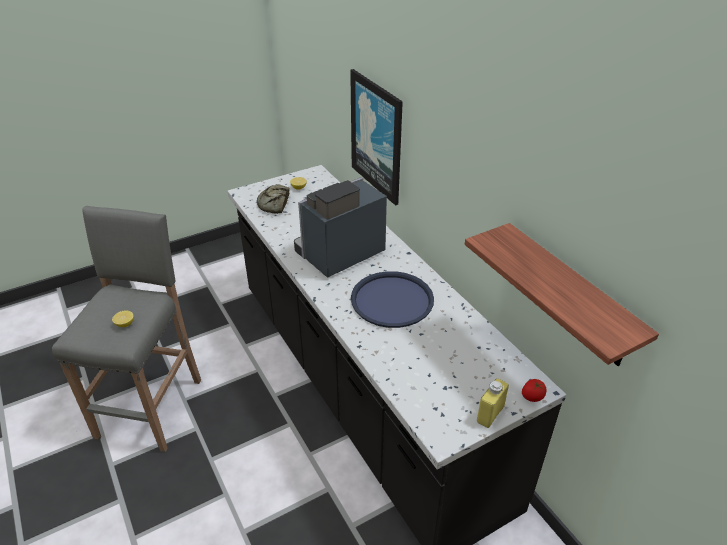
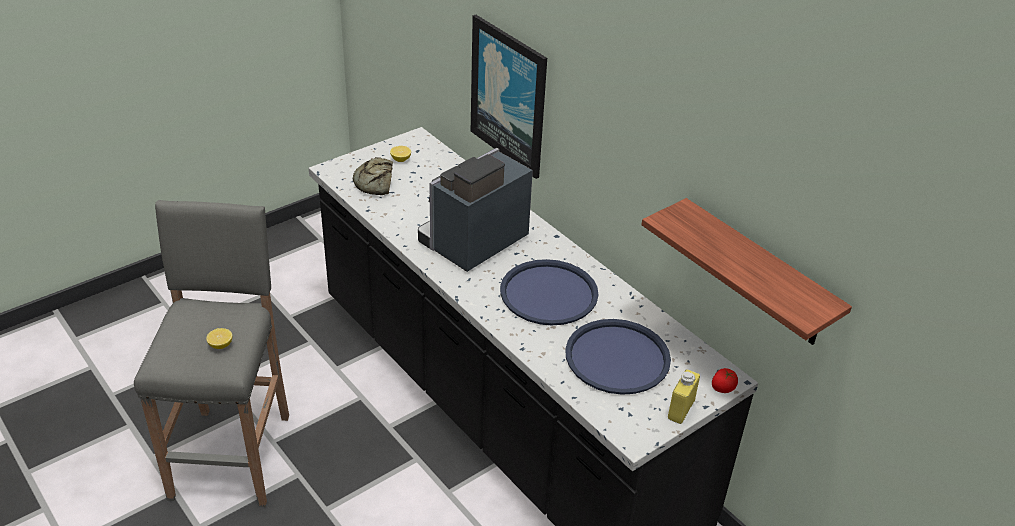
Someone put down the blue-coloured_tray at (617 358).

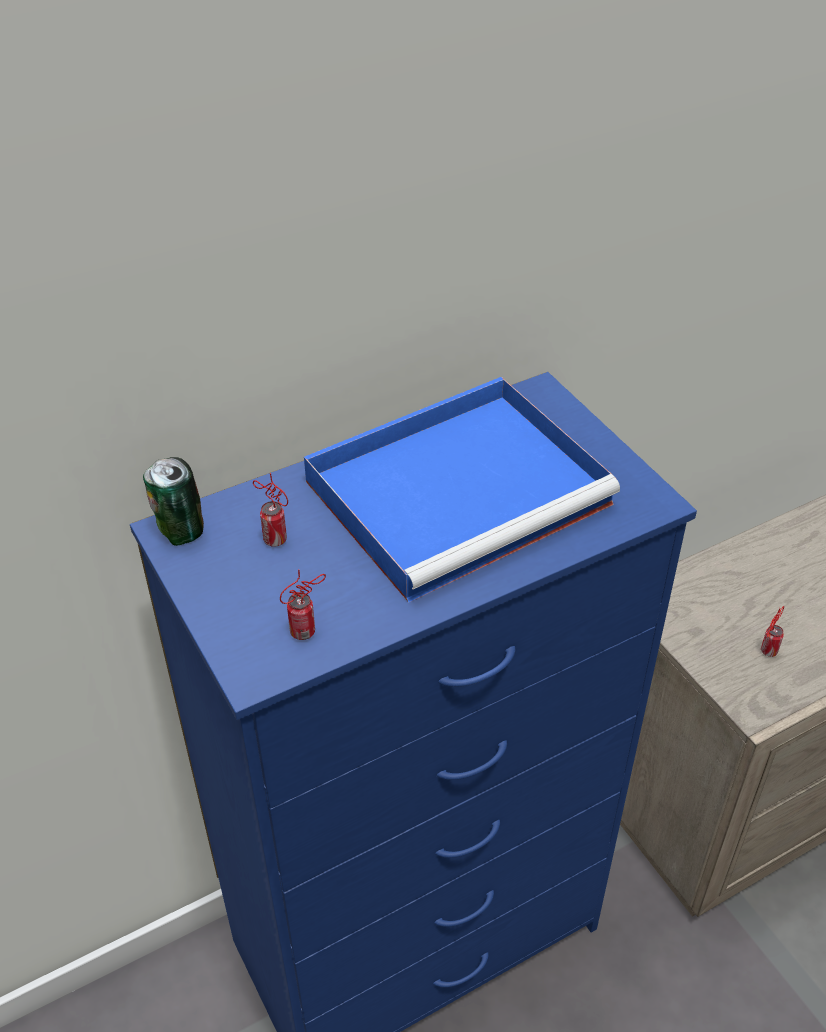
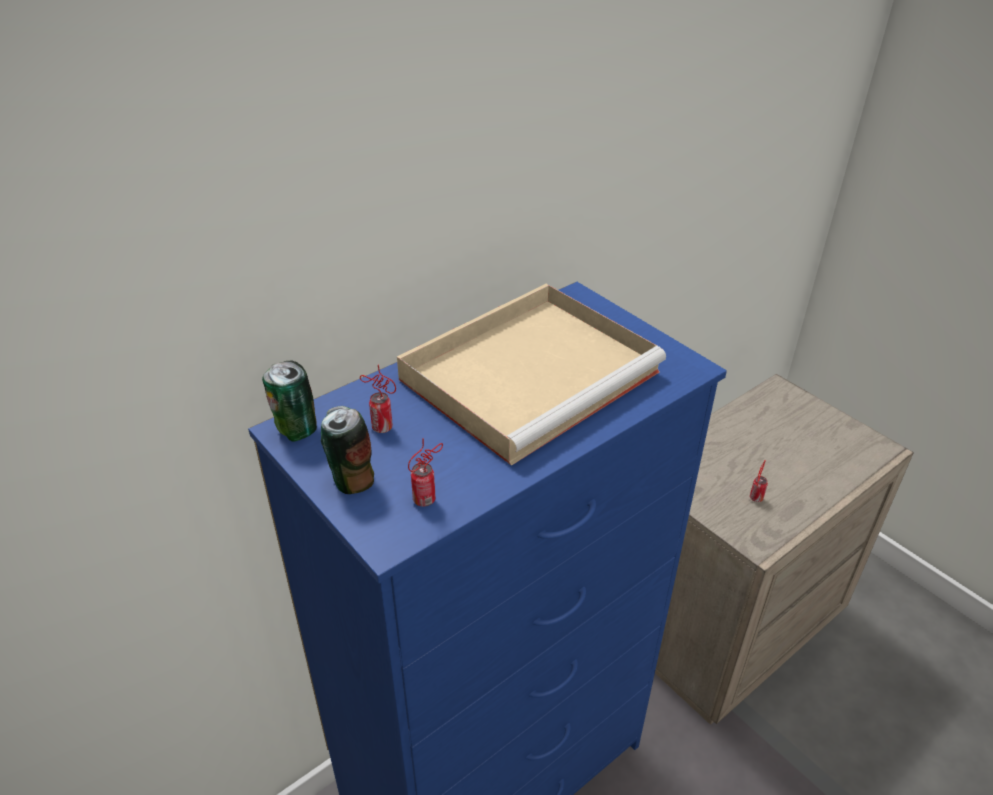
Someone put down the sealed_can at (351 480).
Someone repainted the blue-coloured_tray at (462 489), which became the beige-coloured_tray at (532 373).

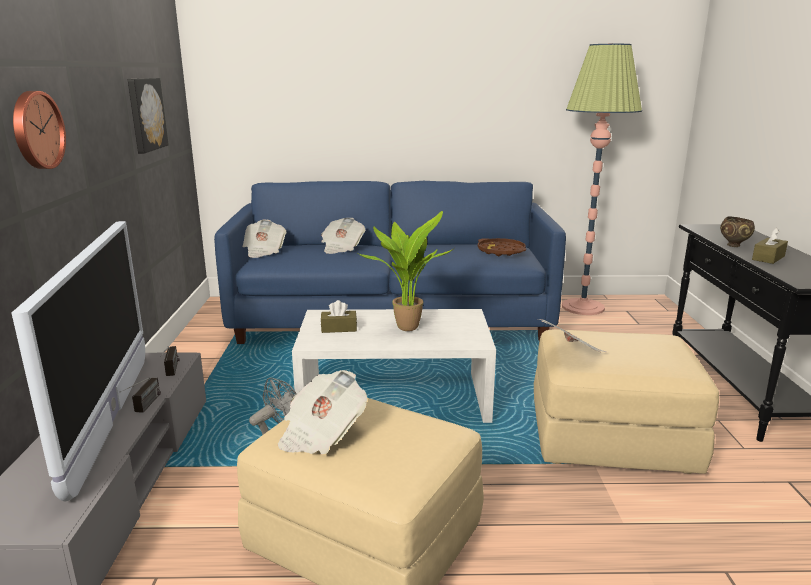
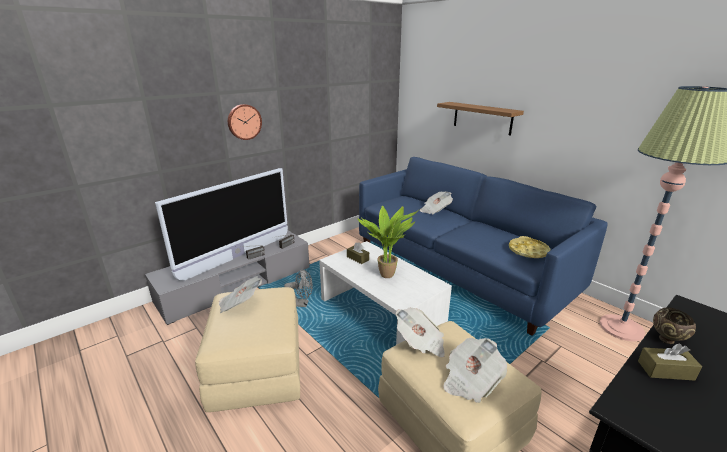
Someone put up the shelf at (482 118).
Someone carried the daily_paper from (263 251) to (470 381).
Someone repainted the brownish_tray at (501 251), which became the yellowish_tray at (528 251).
Someone took away the wall_art at (145 114).

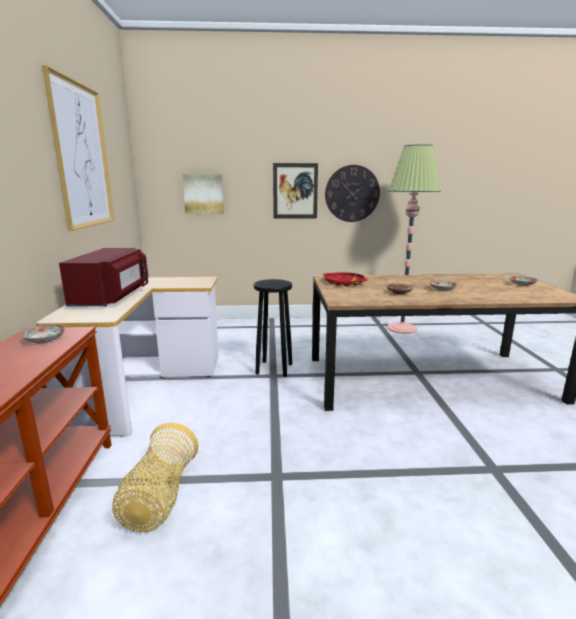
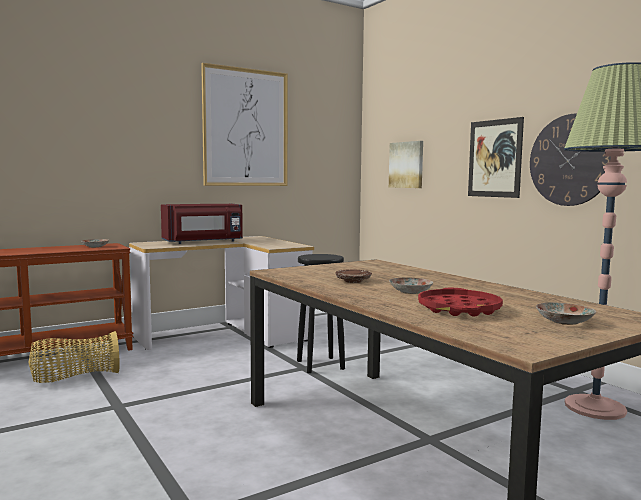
Someone carried the red_tray from (344 282) to (459 309).

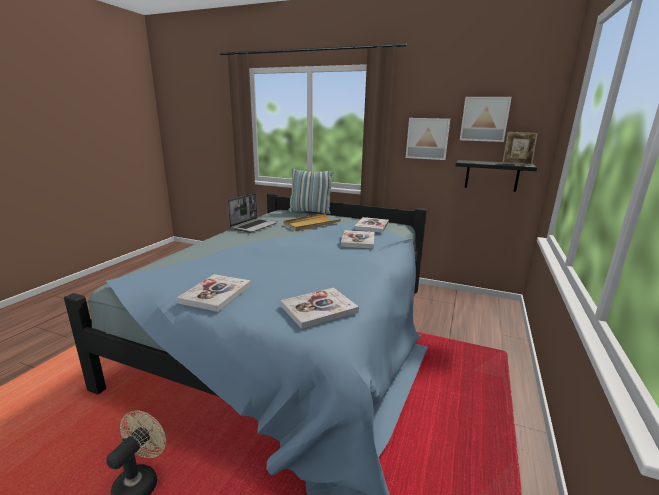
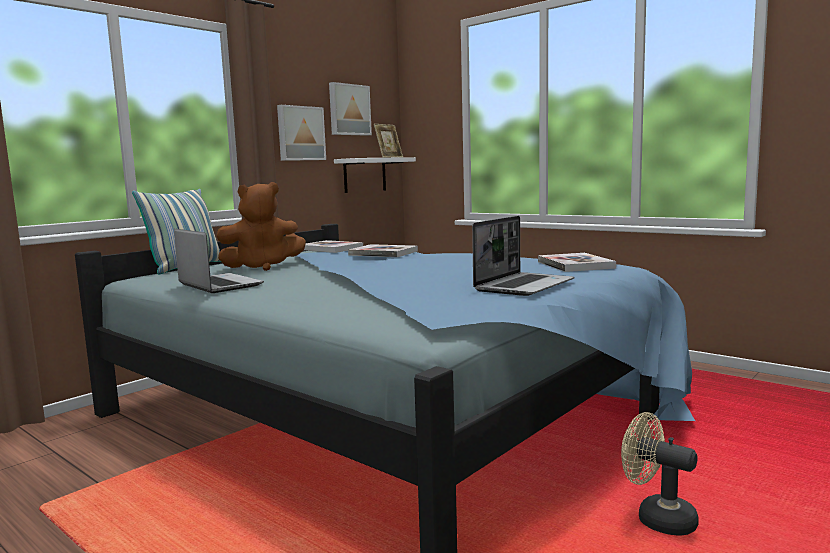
Someone swapped the beige-coloured_tray at (311 224) for the brownish_soft_toy at (263 267).
Someone repainted the blackish_shelf at (491 175), which became the white_shelf at (364 175).
Someone swapped the volume at (216 294) for the notebook_computer at (524 286).

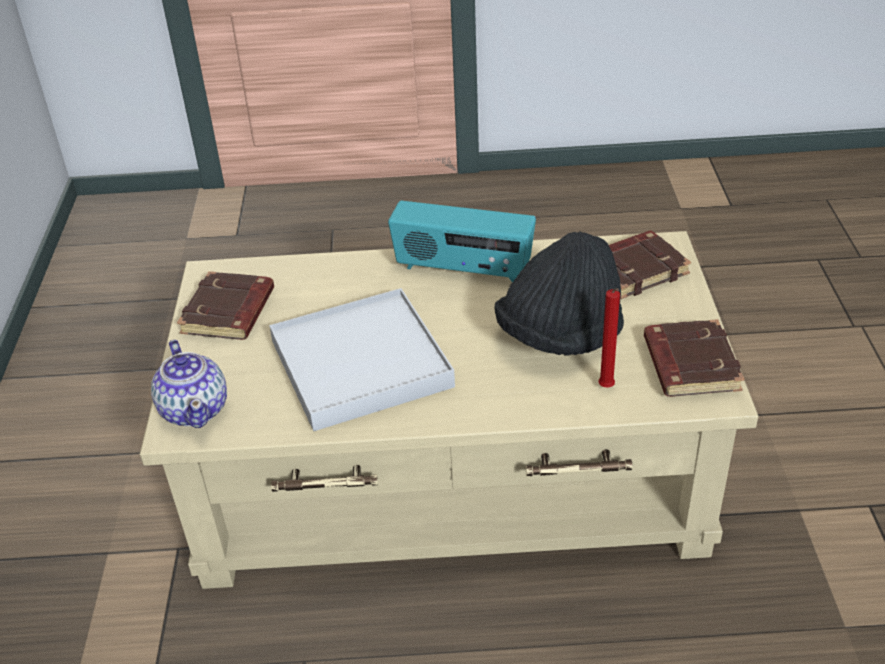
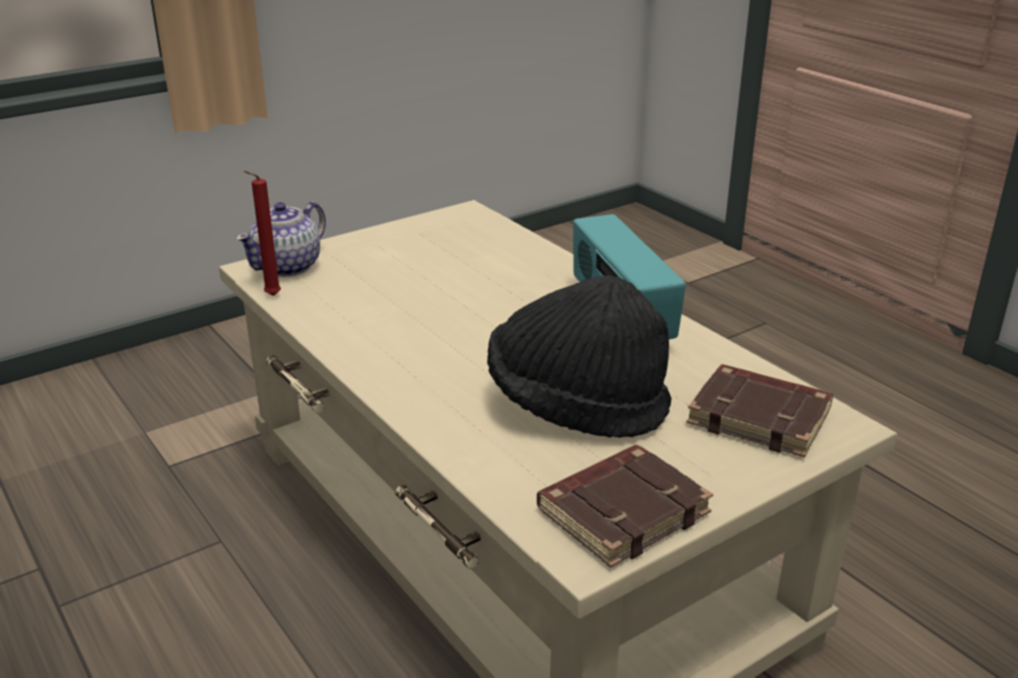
Someone carried the red_wax_light from (606 389) to (270 296).
Someone took away the brownish_volume at (229 313).
Someone took away the white_tray at (360 364).

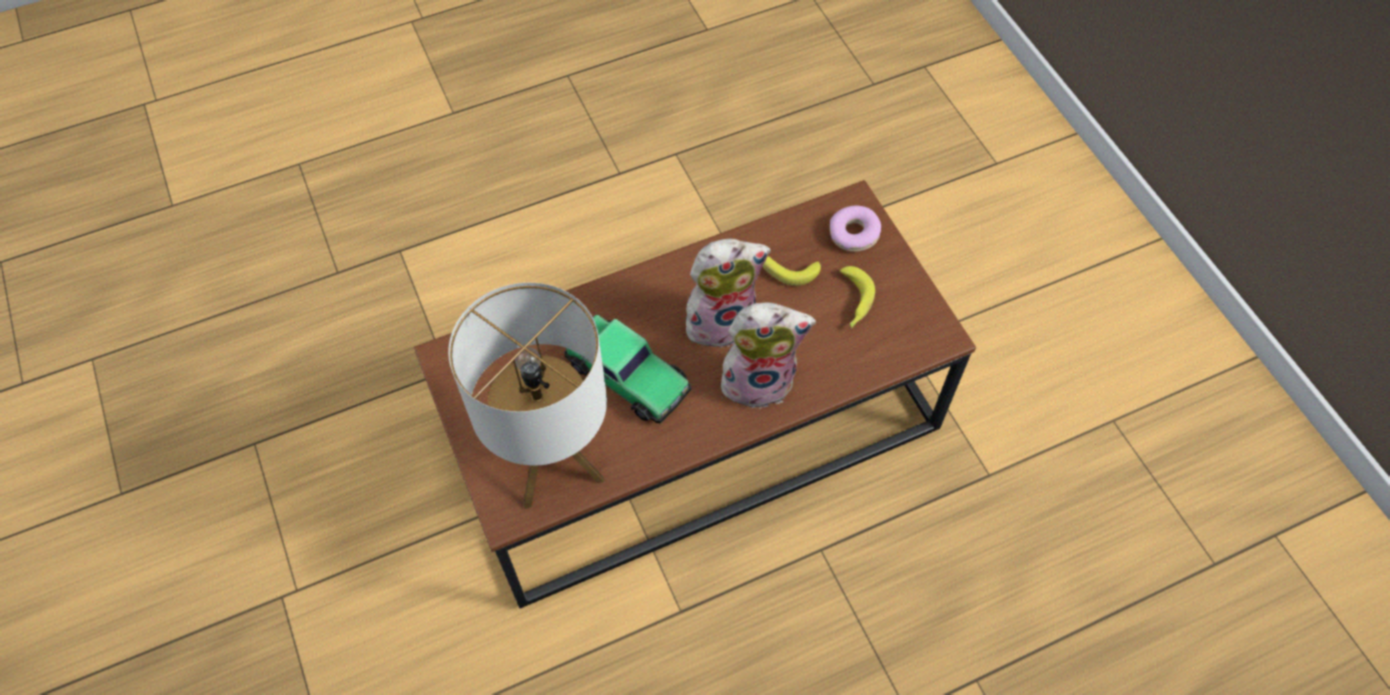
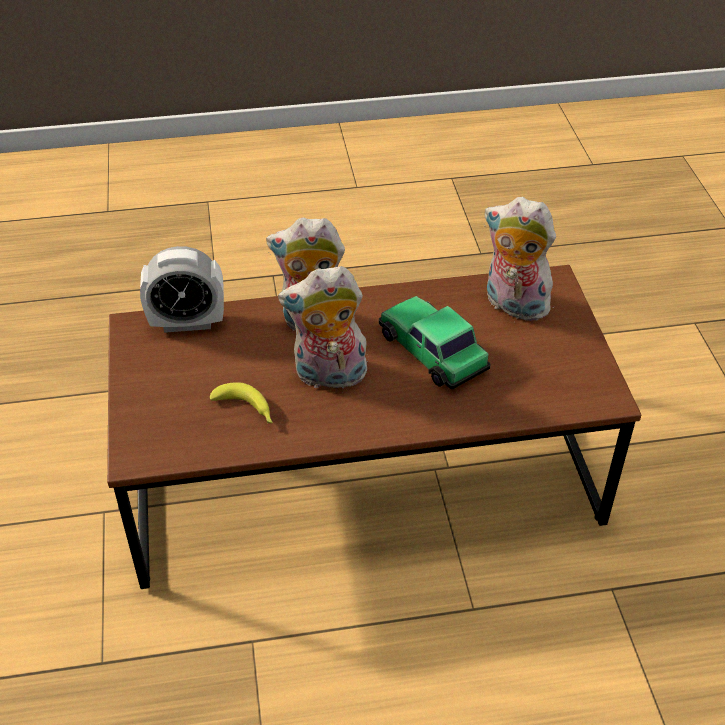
Someone put down the alarm_clock at (187 322).
Someone swapped the table_lamp at (552 459) for the soft_toy at (512 306).
Someone took away the doughnut at (853 234).
Someone took away the banana at (853 302).

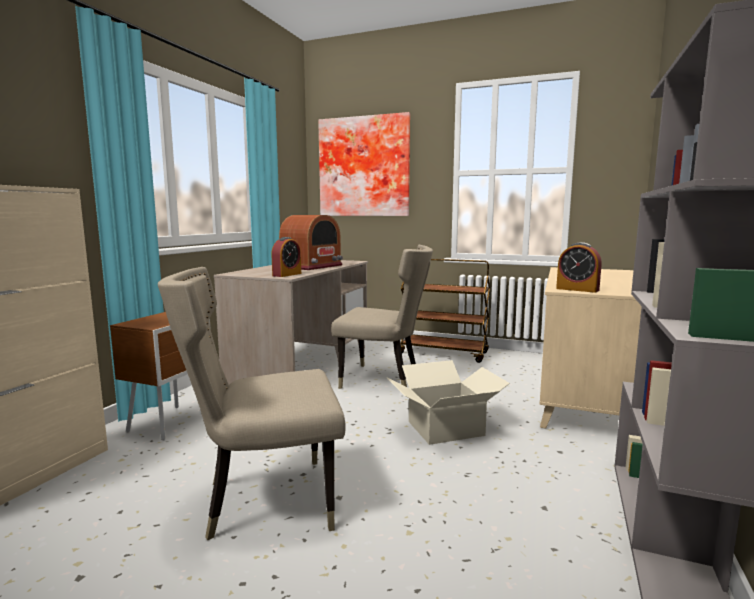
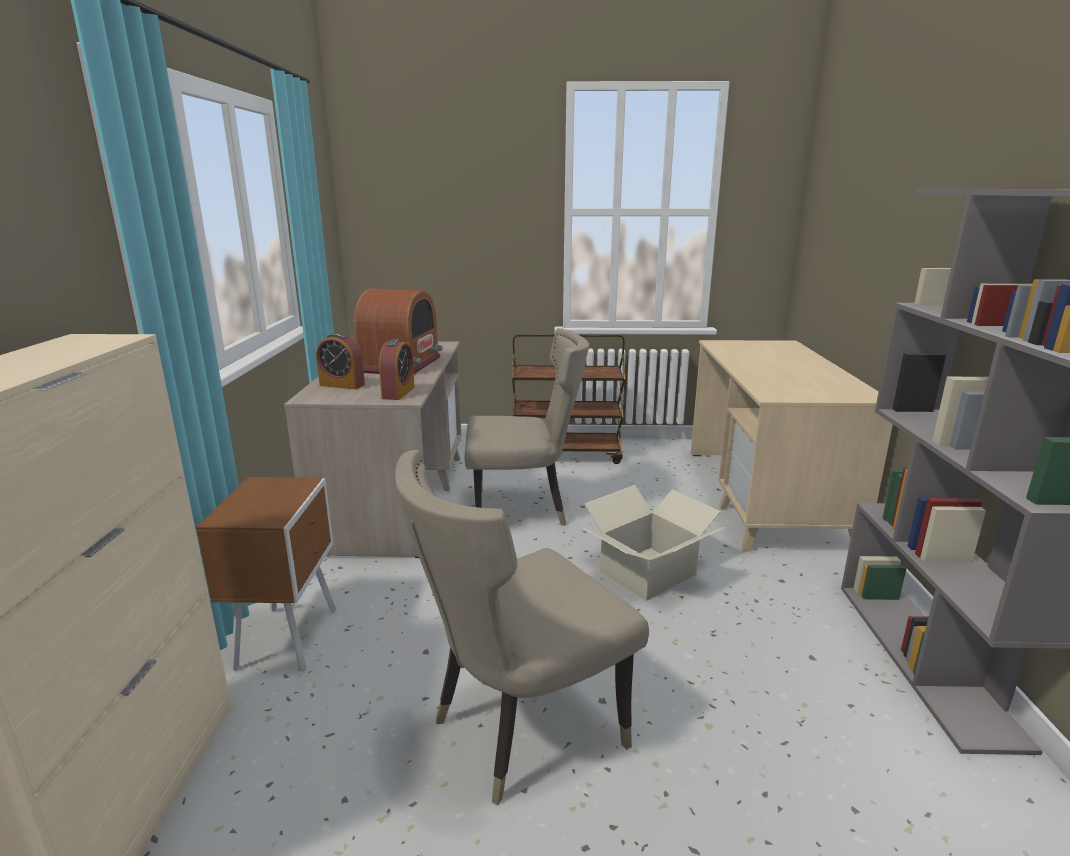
Someone carried the alarm_clock from (577 289) to (342 385).
Someone took away the wall_art at (365 167).

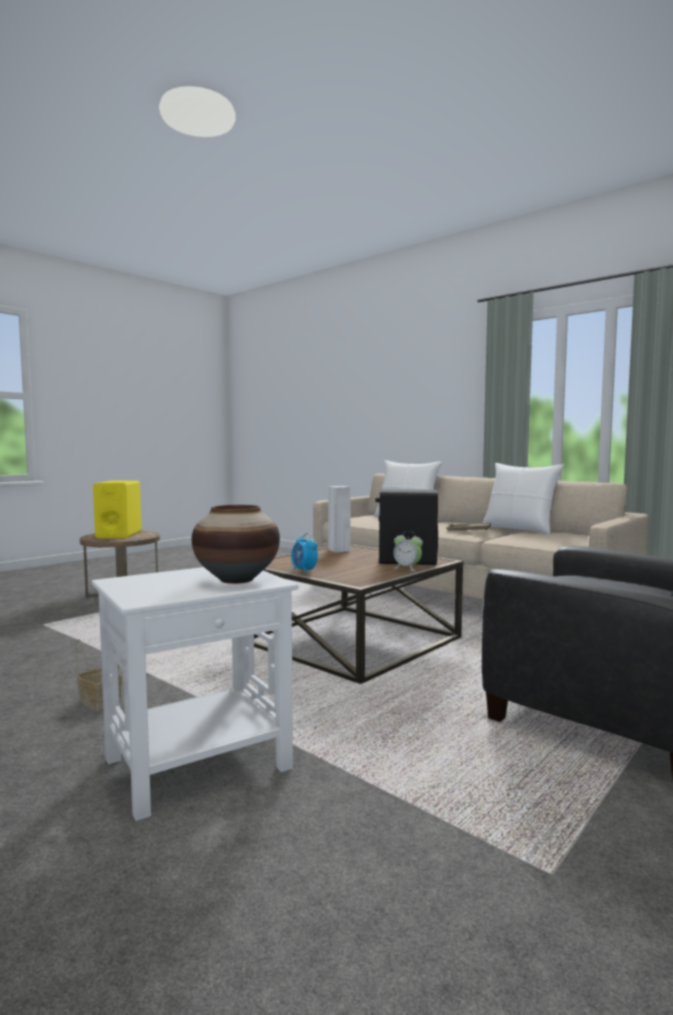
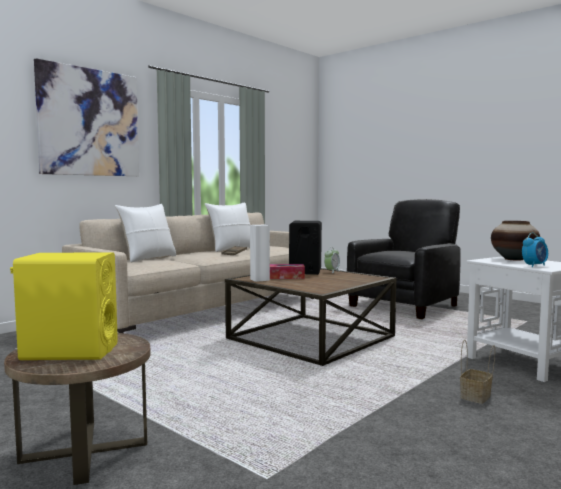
Someone put up the wall_art at (89 122).
Someone put down the tissue_box at (286 277).
Someone carried the alarm_clock from (304 571) to (534 265).

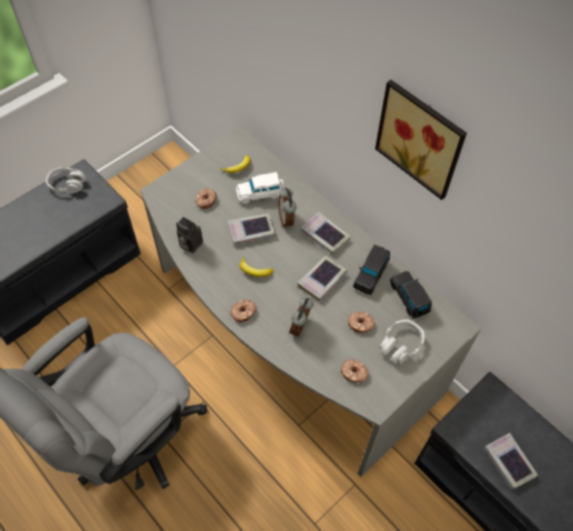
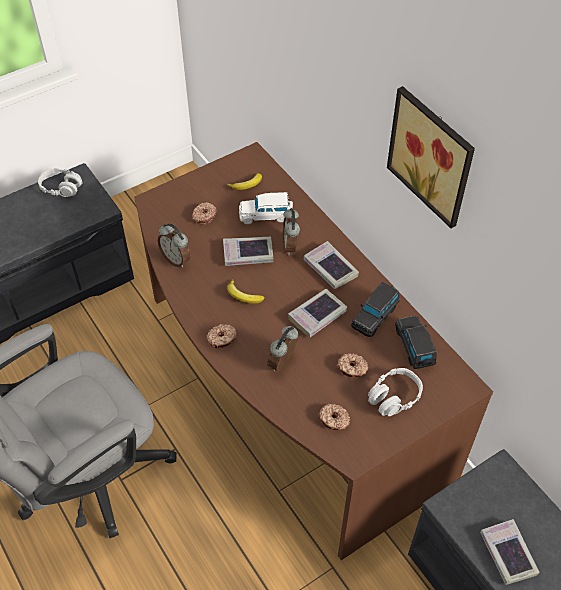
Someone repainted the grey_desk at (289 335), which became the brownish_desk at (286 389).
Someone swapped the photo_camera at (189 244) for the alarm_clock at (176 259).

